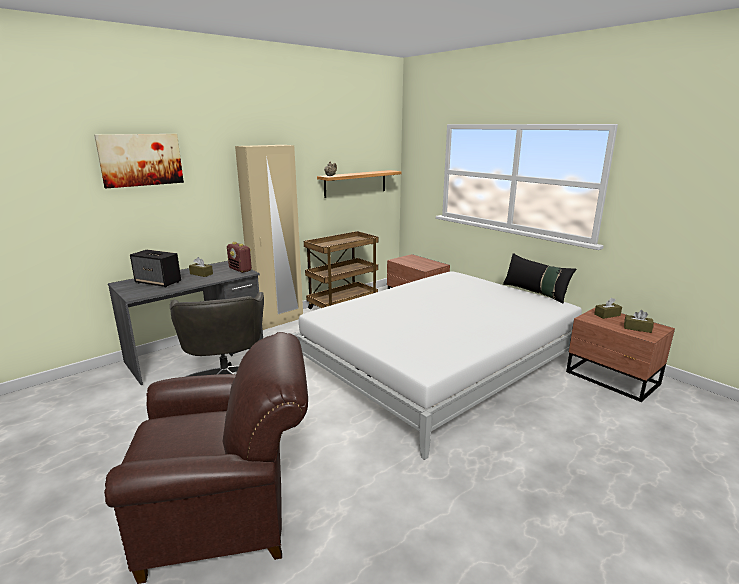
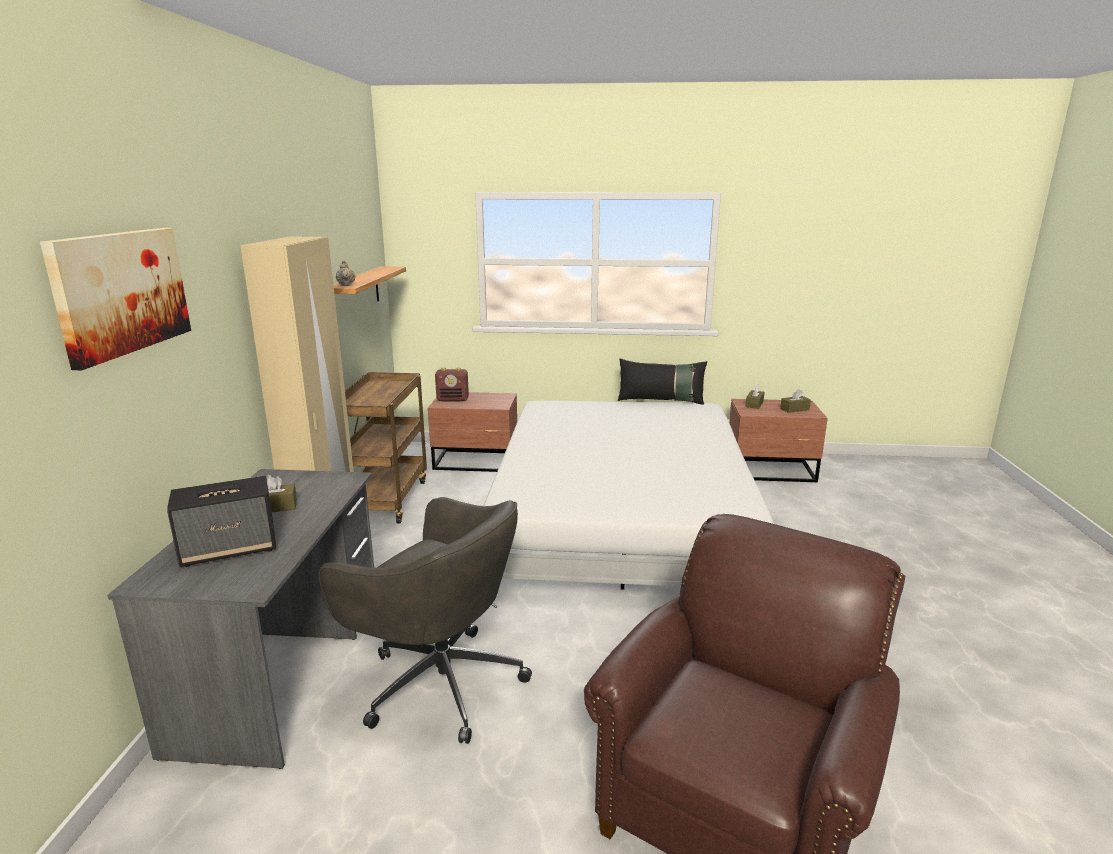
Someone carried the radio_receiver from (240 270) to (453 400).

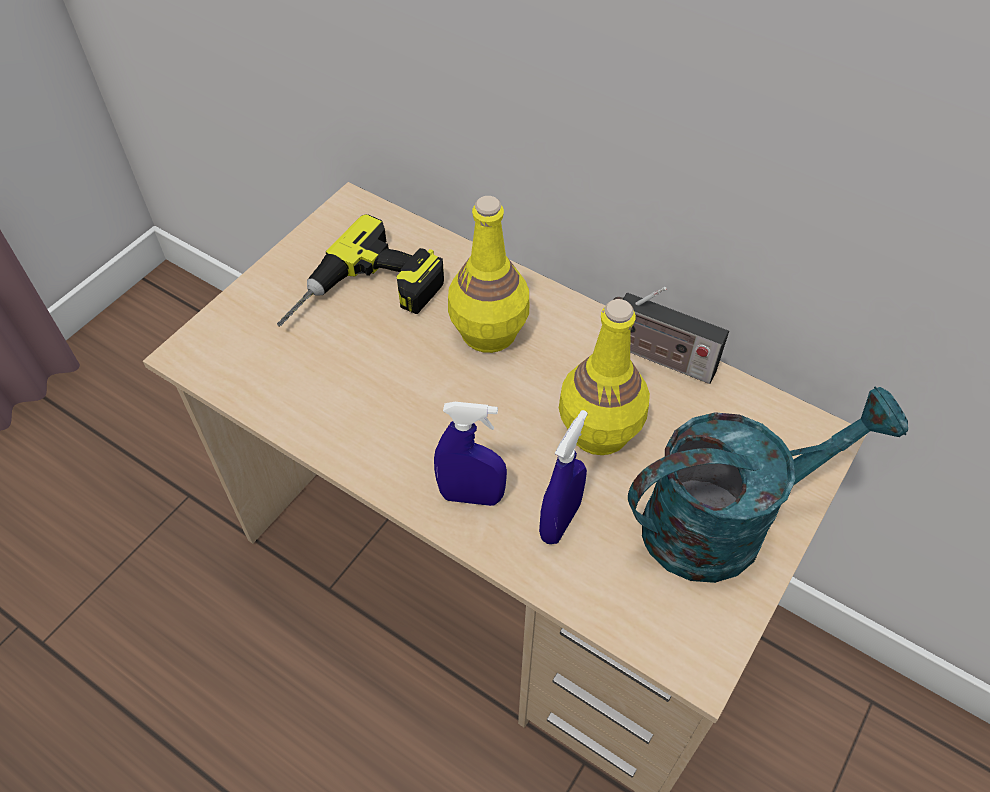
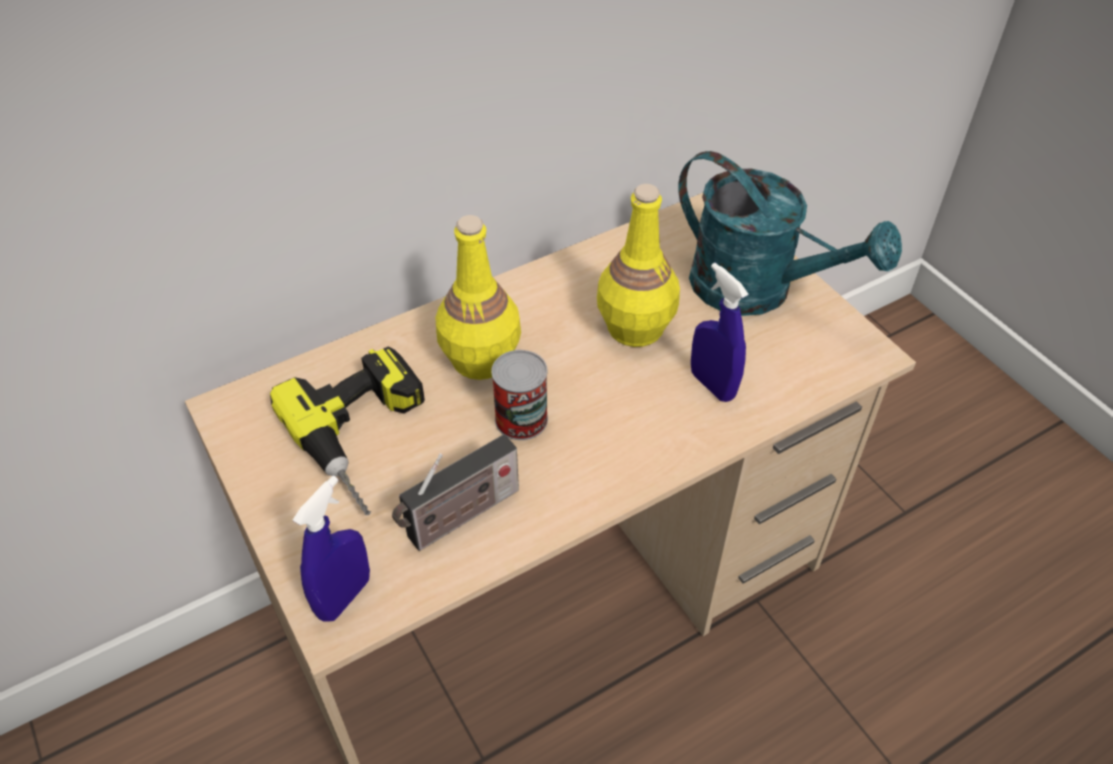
Someone carried the blue-coloured_spray_bottle from (471 496) to (344 597).
Someone carried the radio_receiver from (658 357) to (459 517).
Someone put down the sealed_can at (521 419).
Someone rotated the blue-green_watering_pot at (725 521) by 120 degrees clockwise.

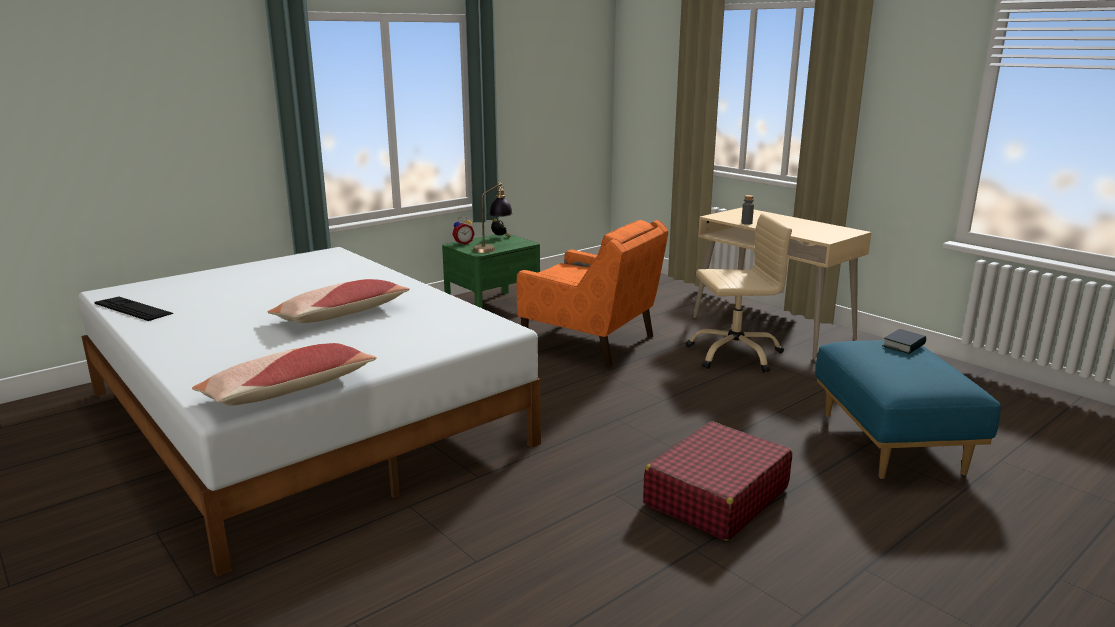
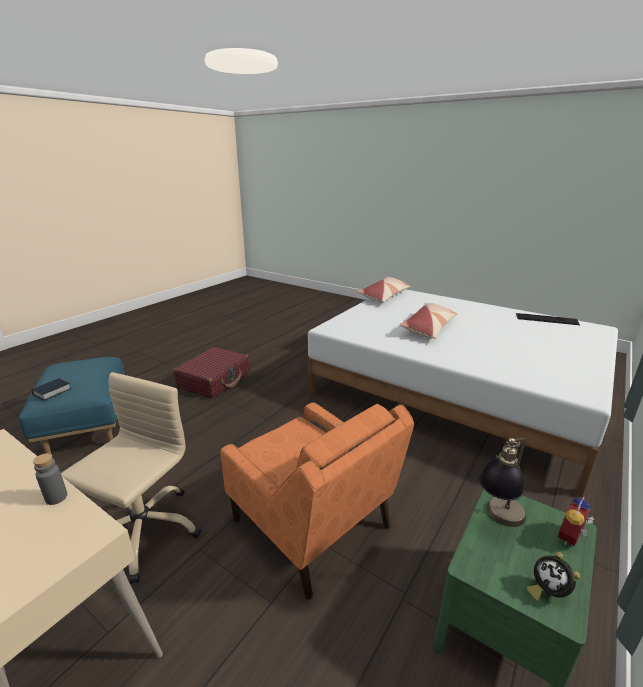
Someone rotated the beige-coloured_desk_chair at (734 354) by 135 degrees clockwise.
Someone rotated the orange_lounge_chair at (590 343) by 150 degrees counterclockwise.

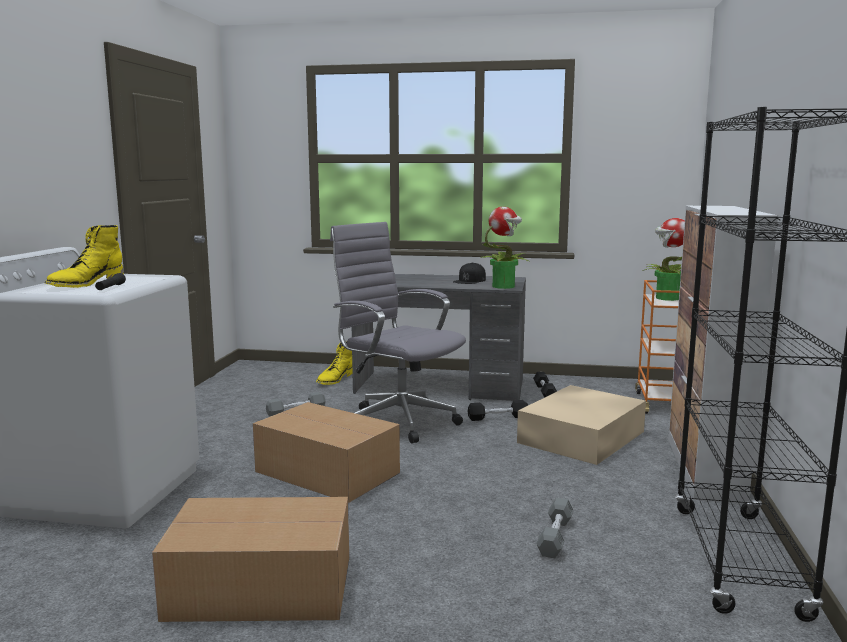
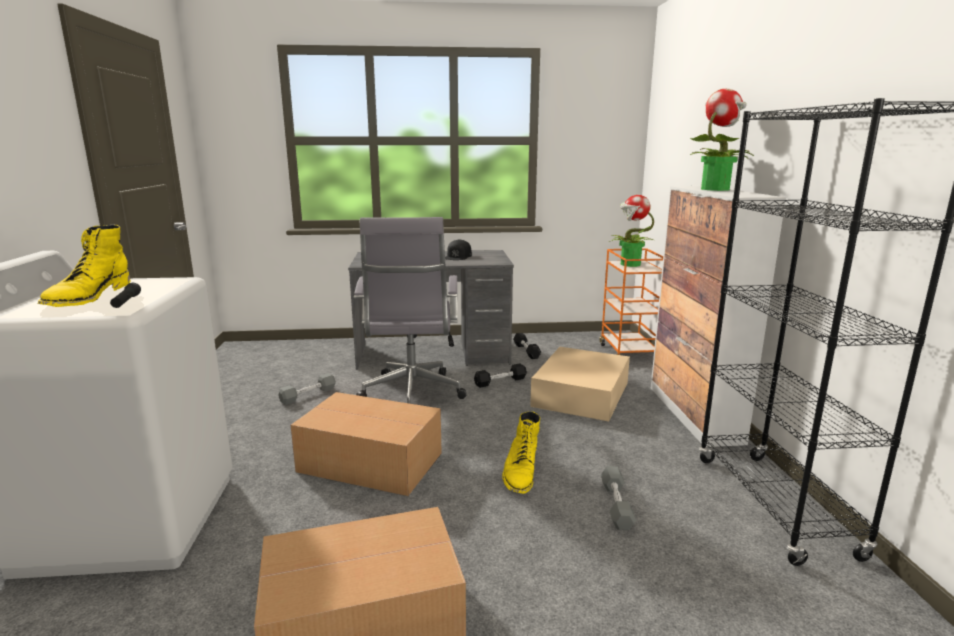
Someone rotated the grey_desk_chair at (397 421) by 120 degrees counterclockwise.
Someone carried the yellowish_high-top_boot from (335 379) to (520 472).
Someone carried the potted_plant from (504 286) to (715 189).

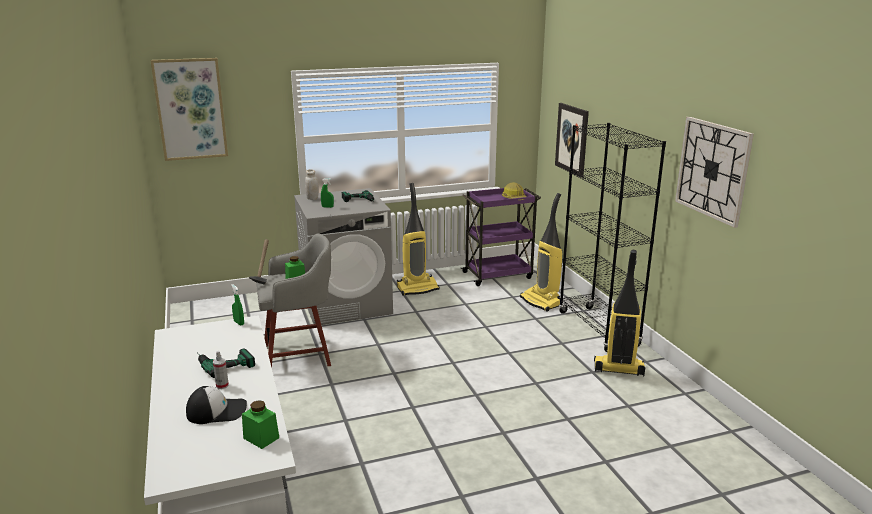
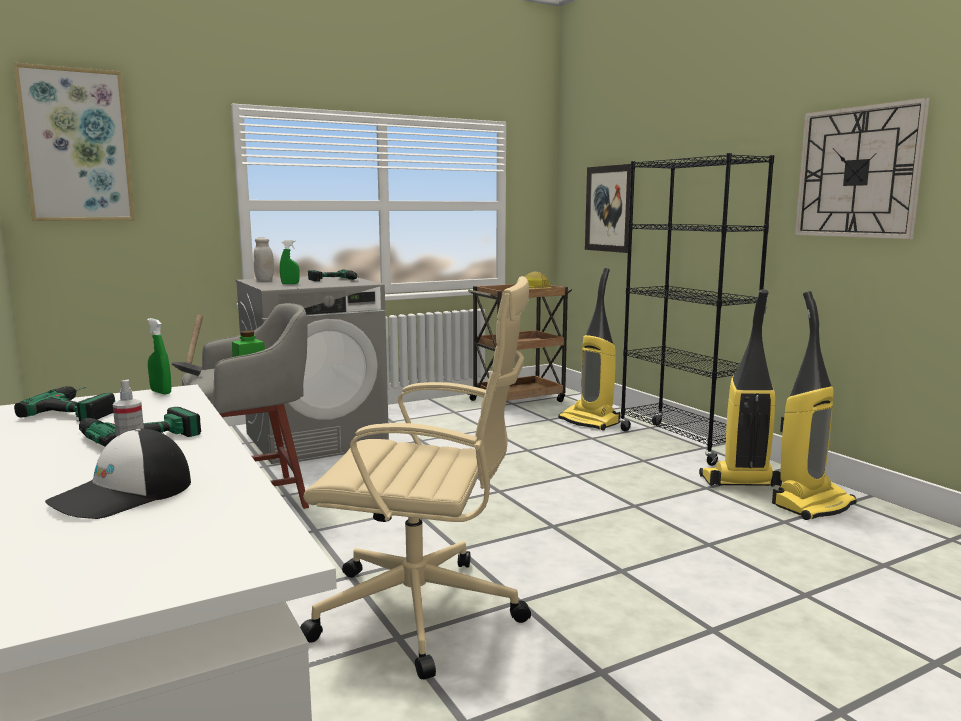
Someone put down the drill at (83 408).
Someone rotated the baseball_cap at (217 411) by 150 degrees clockwise.
Someone put down the beige-coloured_desk_chair at (424 612).
Someone repainted the purple_cart at (498 275), which became the brownish_cart at (519 400).
Someone carried the hoover from (417 288) to (812 504).
Someone took away the greenish_jar at (261 438).

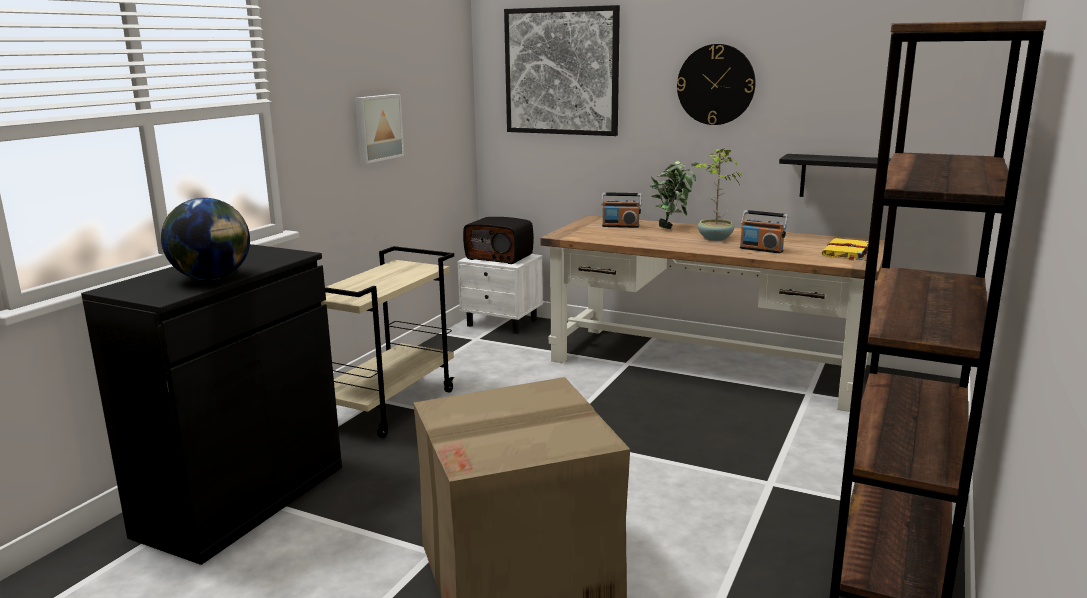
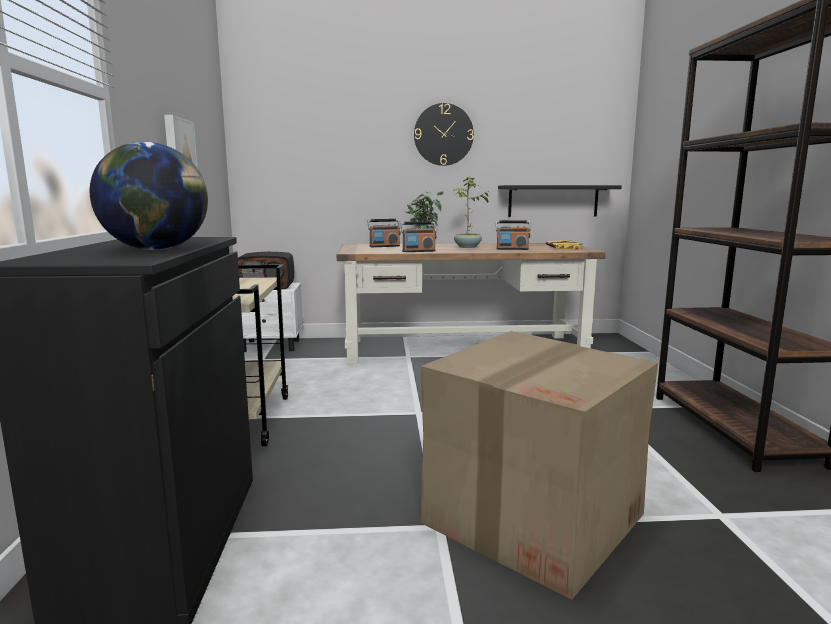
Someone put down the radio_receiver at (418 251).
Someone took away the wall_art at (561 71).

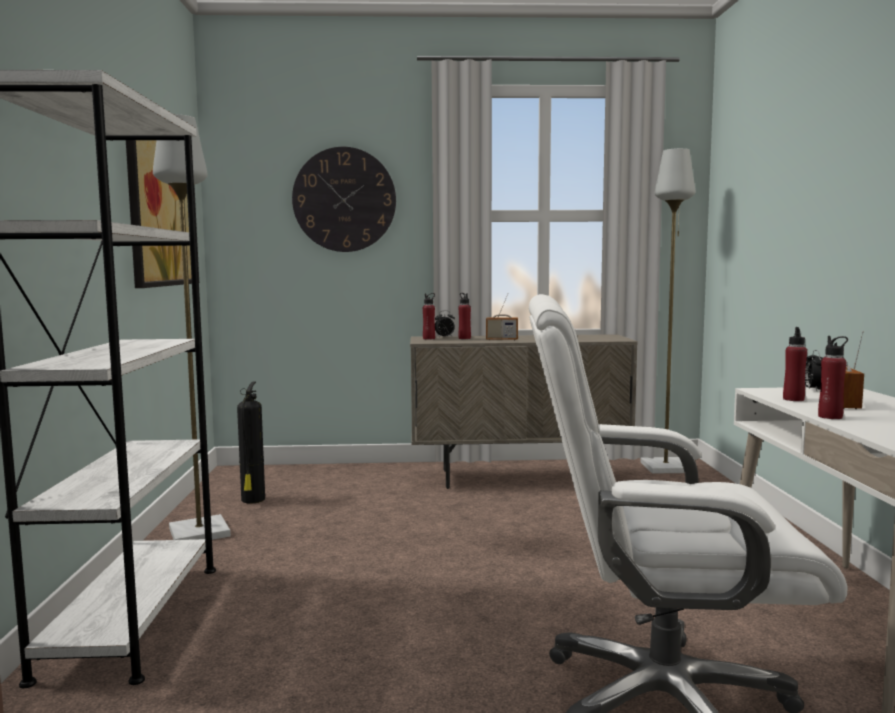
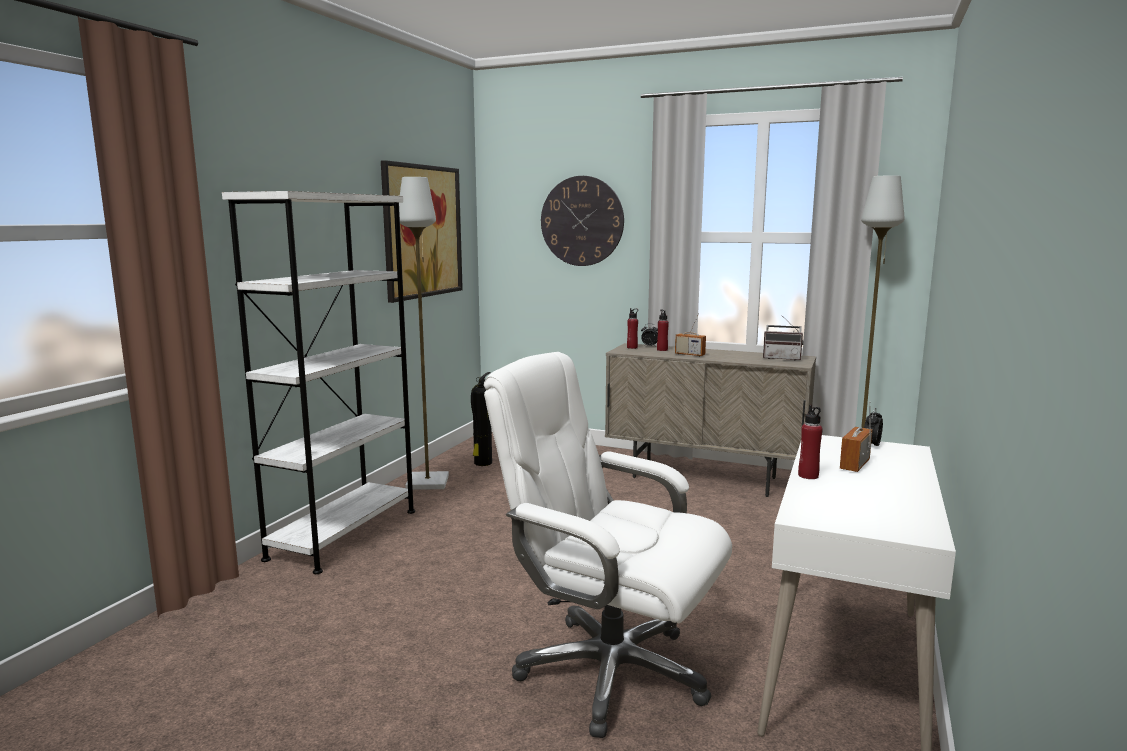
Someone put down the radio_receiver at (782 358).
Someone took away the red_drink_bottle at (793 399).

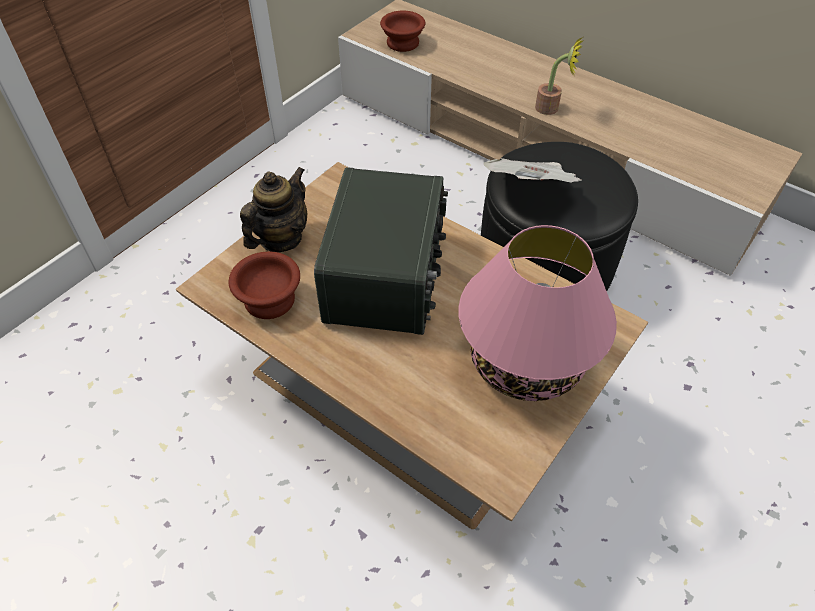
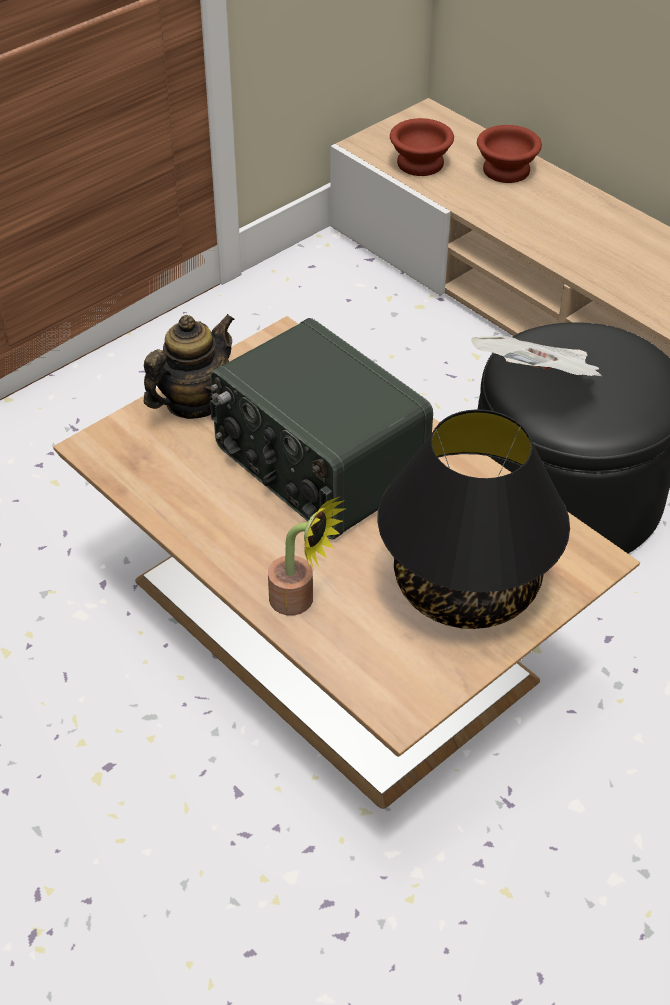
Someone rotated the radio_receiver at (387 277) by 120 degrees clockwise.
Someone carried the potted_plant from (551 108) to (299 602).
Someone repainted the pinkish_table_lamp at (526 363), which became the blackish_table_lamp at (467 588).
Someone carried the brownish_serving_bowl from (271 301) to (508 171).

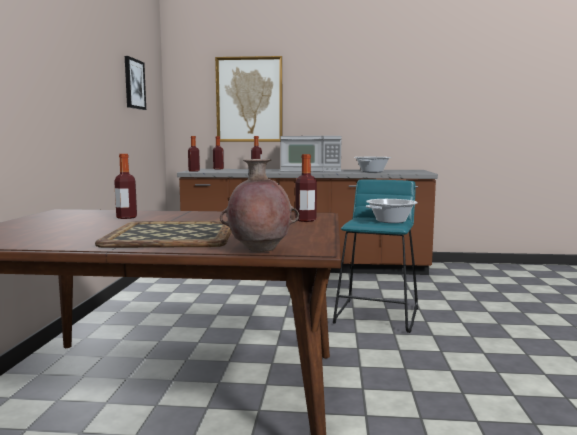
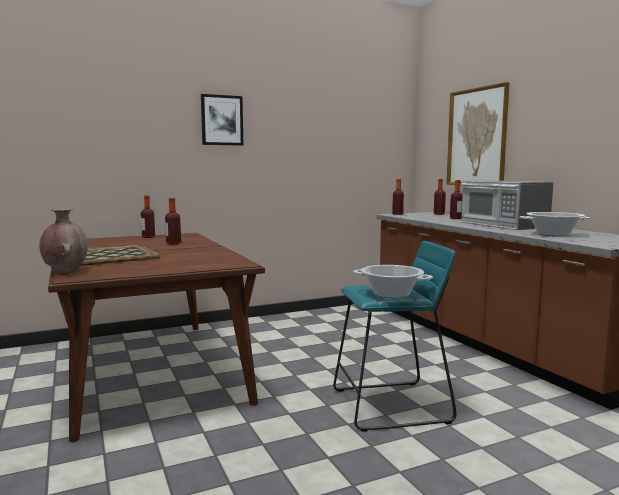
Someone carried the drink_bottle from (305 220) to (148 237).
Someone carried the wall_art from (134 84) to (222 120).

